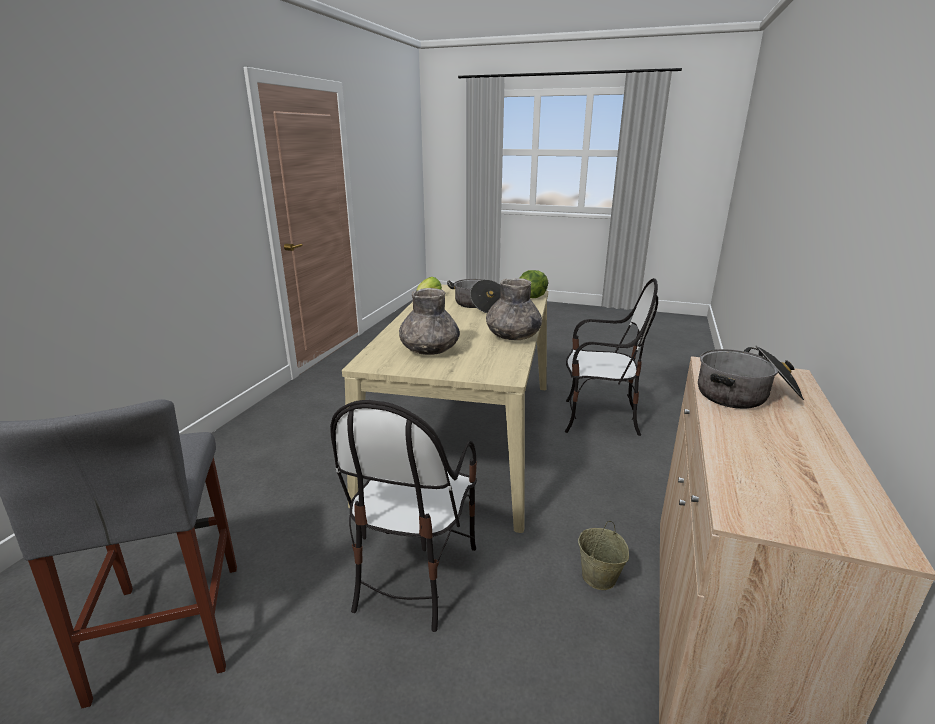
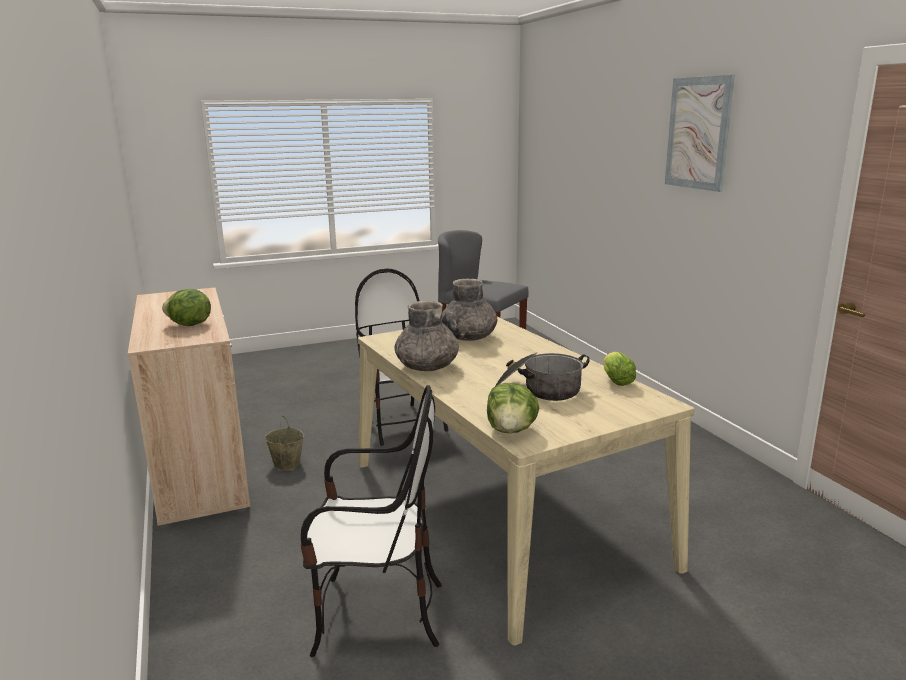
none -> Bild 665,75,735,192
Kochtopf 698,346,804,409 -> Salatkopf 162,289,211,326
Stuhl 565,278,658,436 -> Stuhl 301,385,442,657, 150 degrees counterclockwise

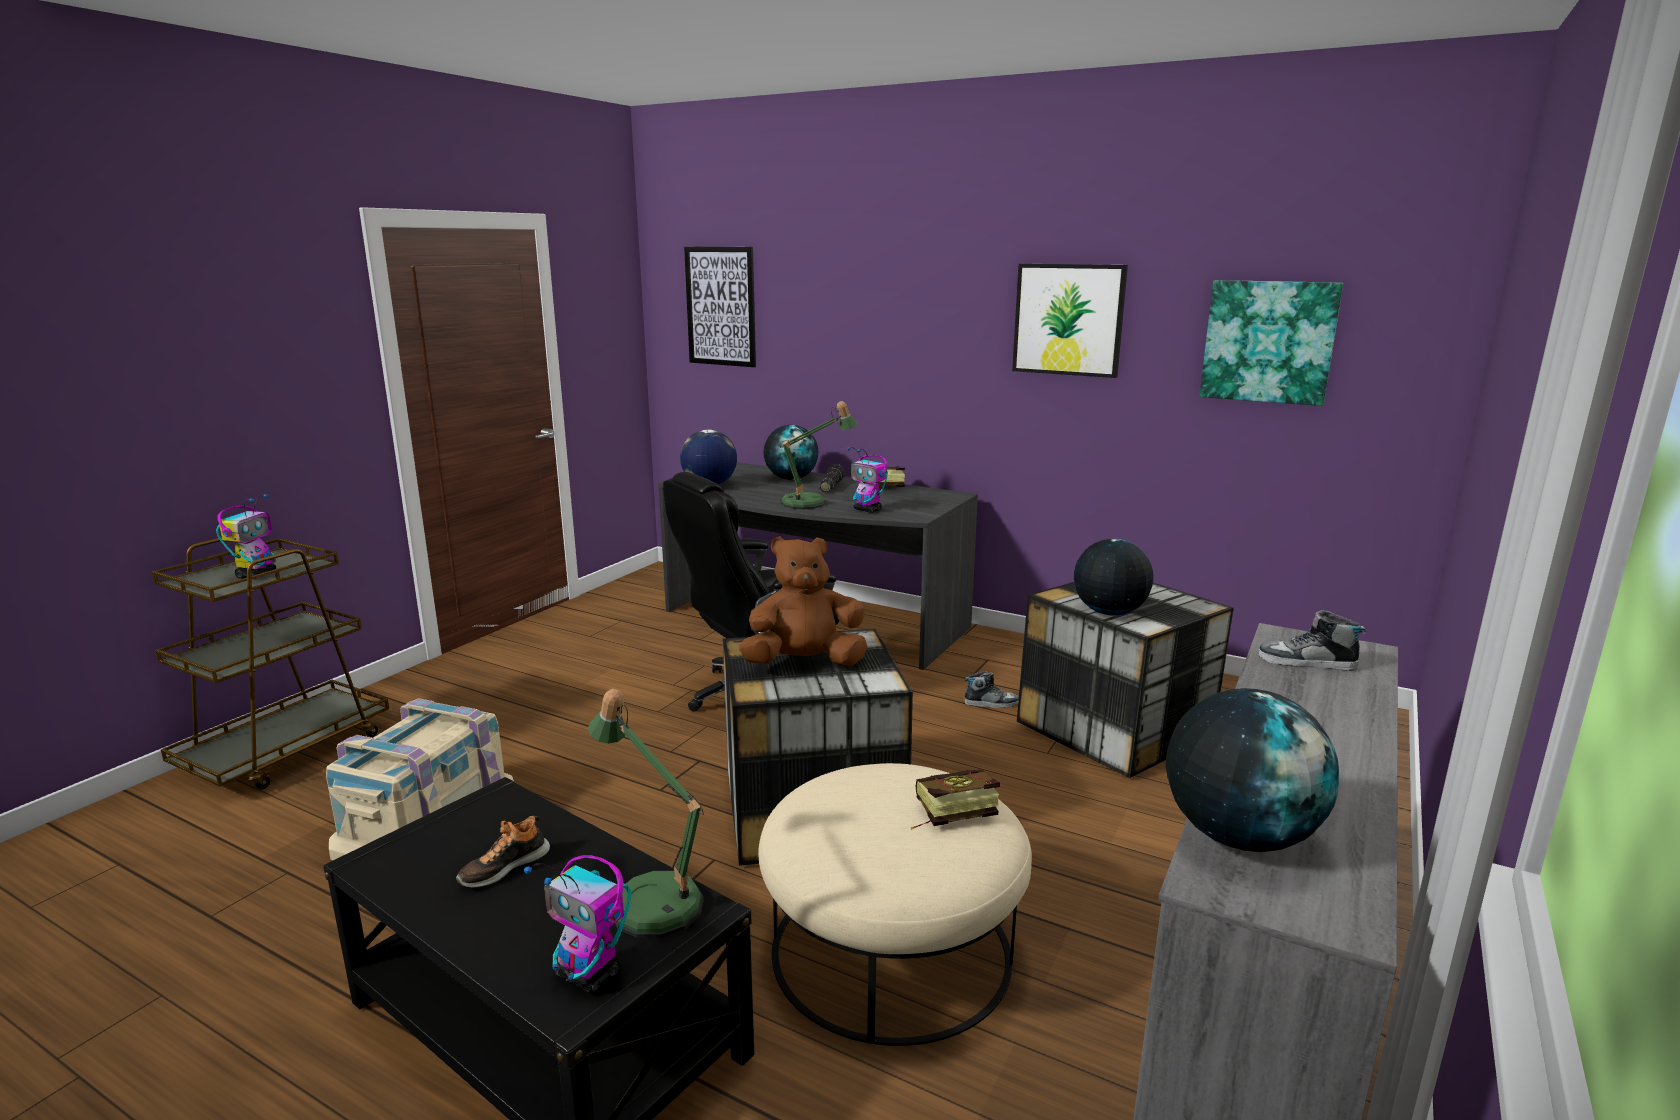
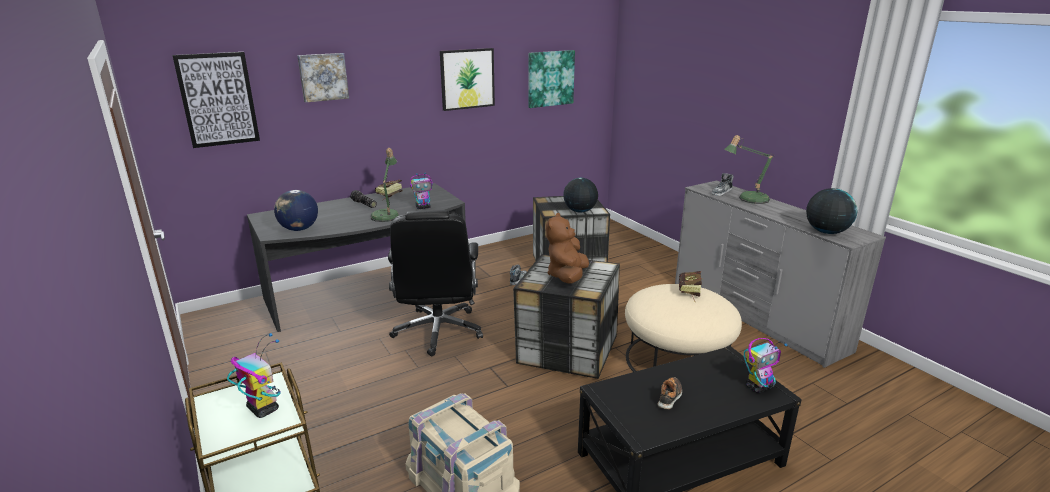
Globus 764,425,818,480 -> none
none -> Bild 297,53,349,102
Tischlampe 588,688,704,938 -> Tischlampe 724,135,774,204, relocated
Schuh 456,816,550,888 -> Schuh 658,377,682,409, 135 degrees counterclockwise

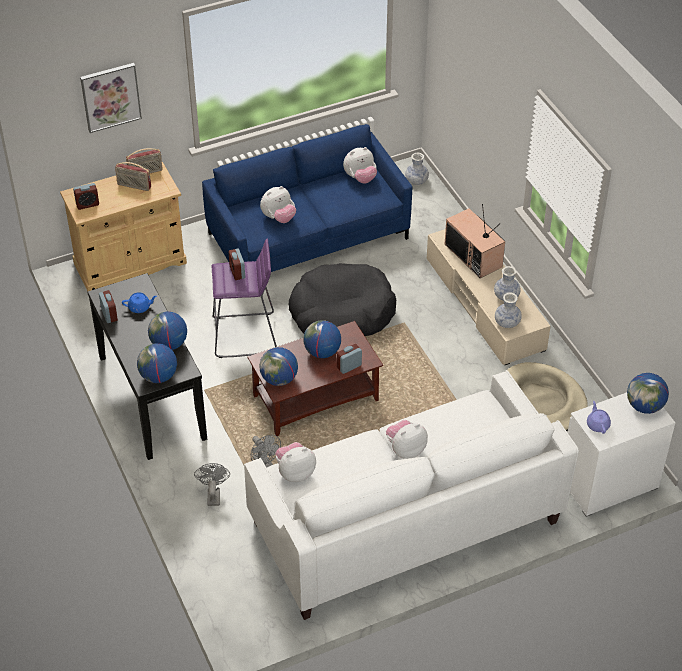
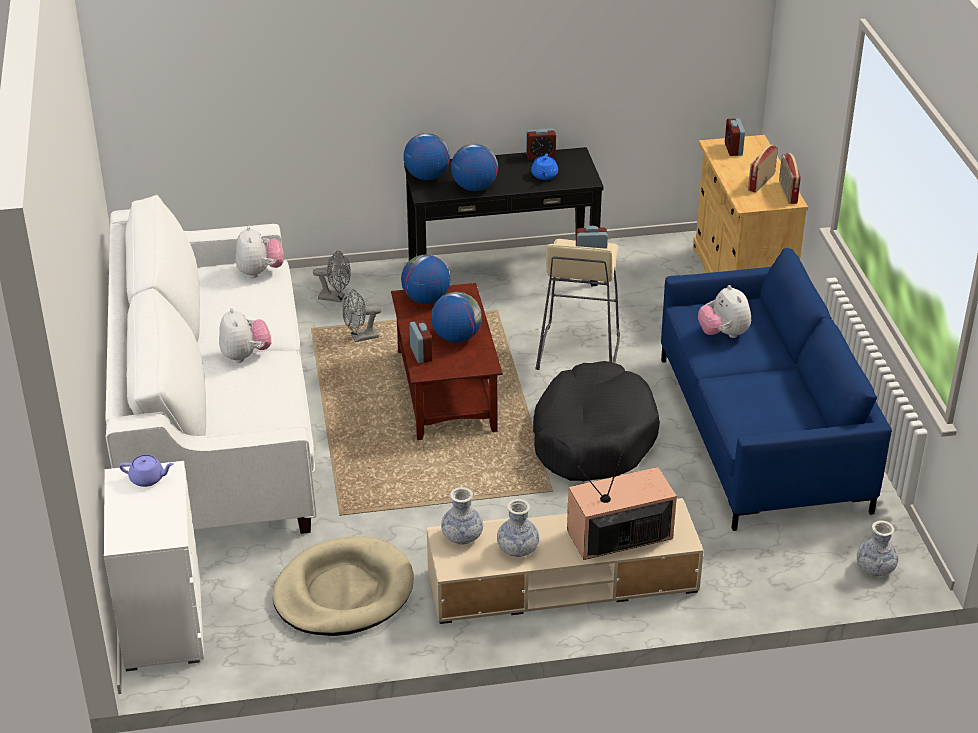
Bild 80,63,142,133 -> none
Plüschtier 343,147,377,183 -> none
Globus 627,373,669,414 -> none
Hocker [lila] 212,239,277,358 -> Hocker [beige] 535,239,620,370

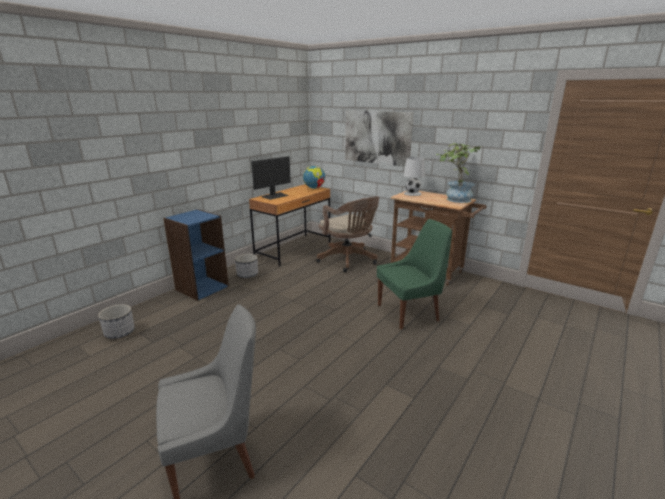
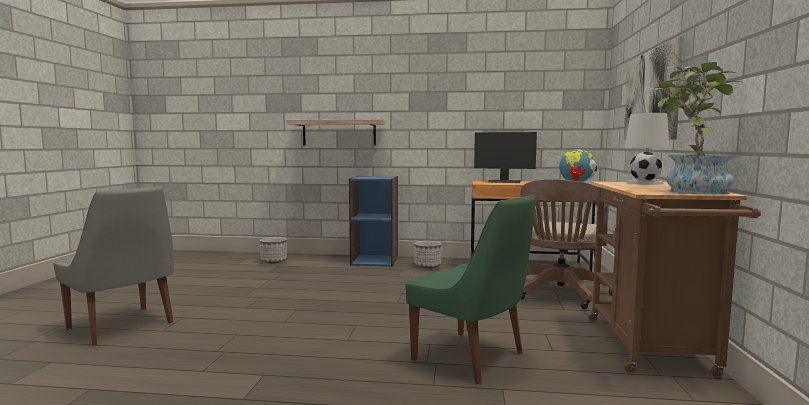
none -> Wandregal 286,119,385,145

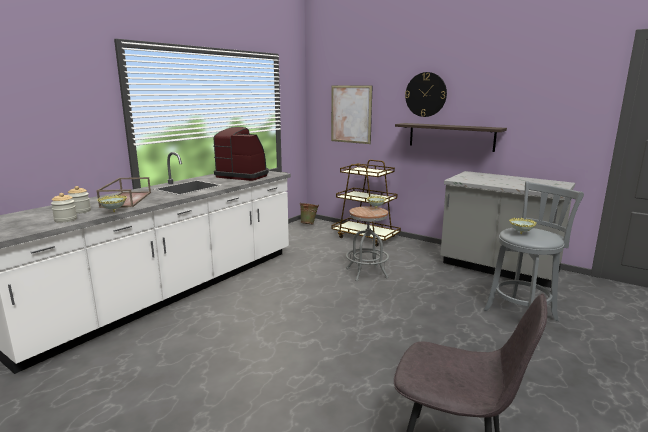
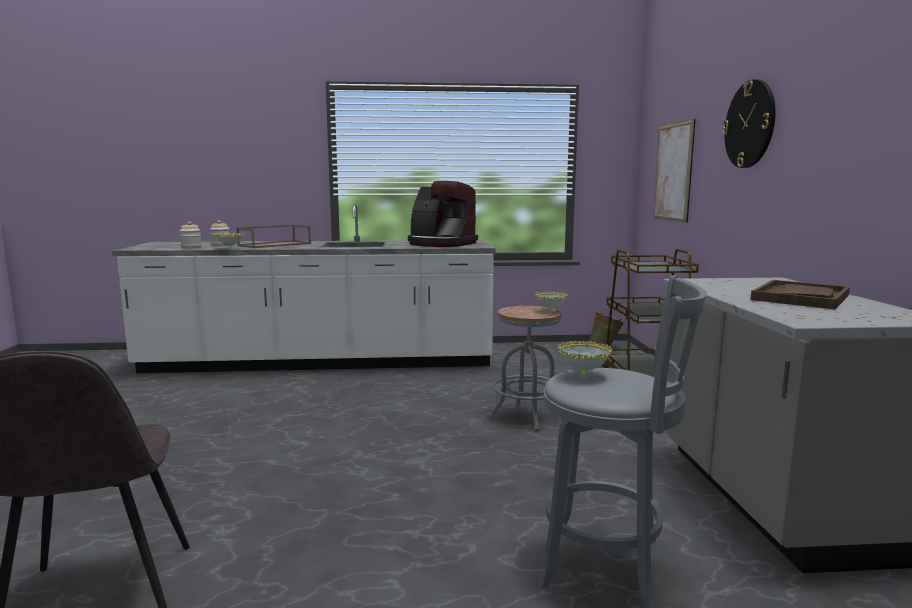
Wandregal 395,123,507,152 -> none
none -> Tablett [braun] 751,280,850,309
Kaffeemaschine 213,127,269,181 -> Kaffeemaschine 408,181,478,247, 135 degrees clockwise

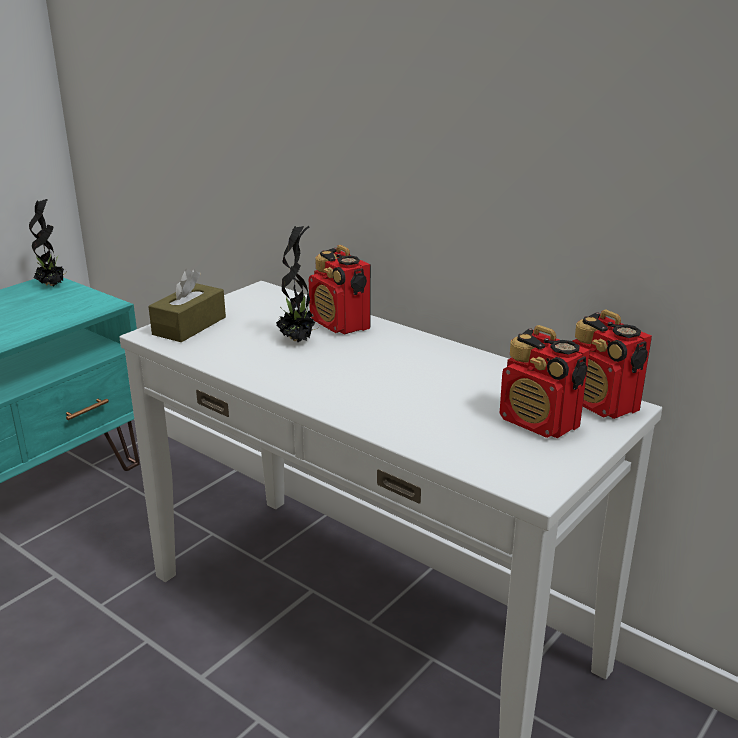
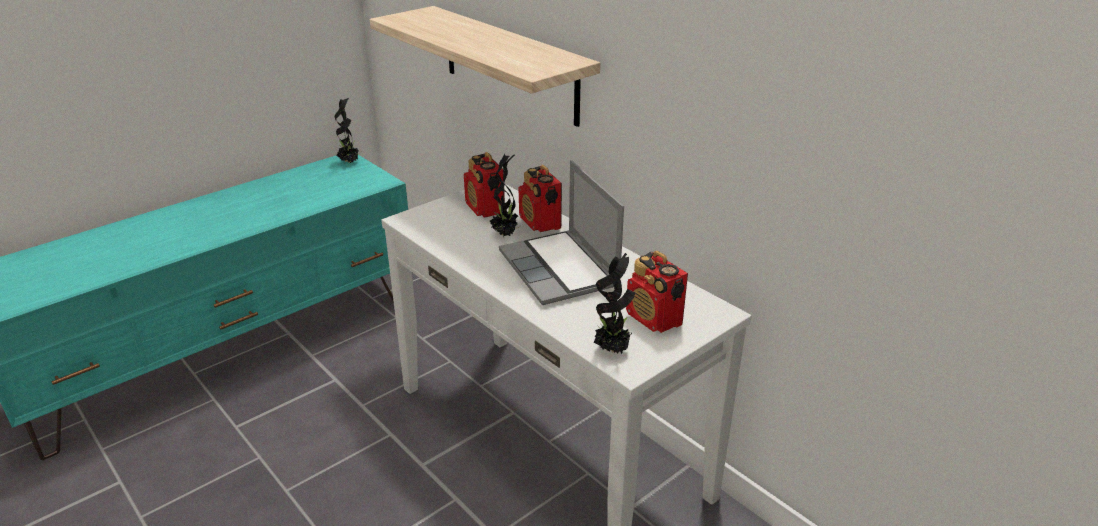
Taschentuchbox [braun] 148,269,226,342 -> none
none -> Wandregal 370,6,600,127
none -> Laptop 499,160,624,305
none -> Topfpflanze 594,253,635,354
Radio 572,309,652,419 -> Radio 464,152,505,218, relocated

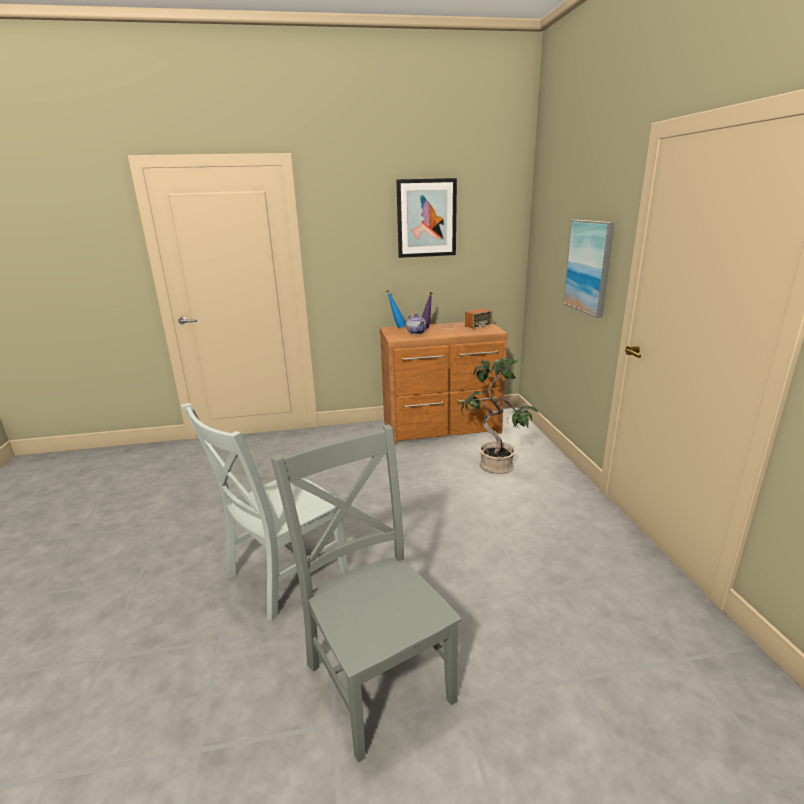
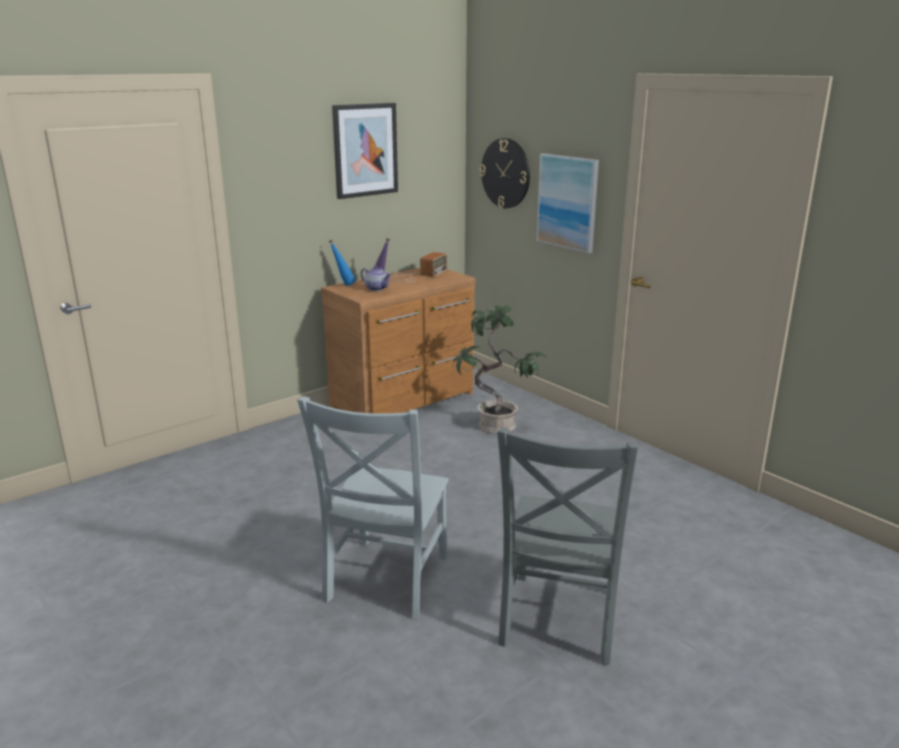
none -> Wanduhr 480,138,530,208
Stuhl [grau] 270,425,462,762 -> Stuhl [grau] 497,427,638,665, 105 degrees counterclockwise

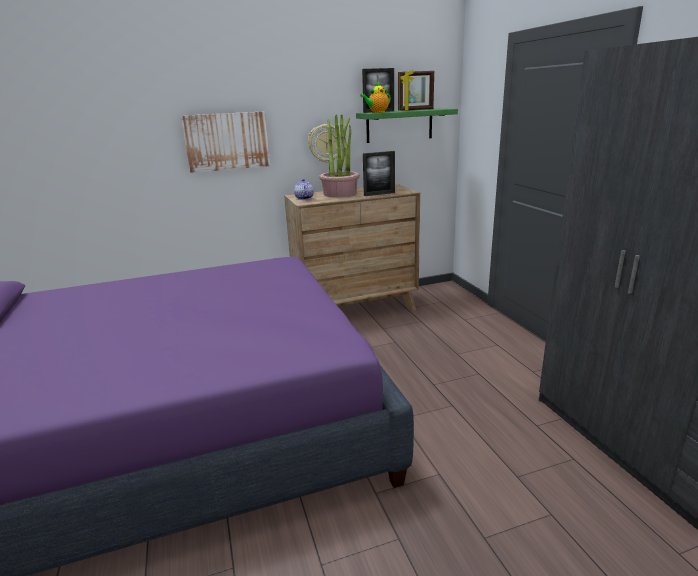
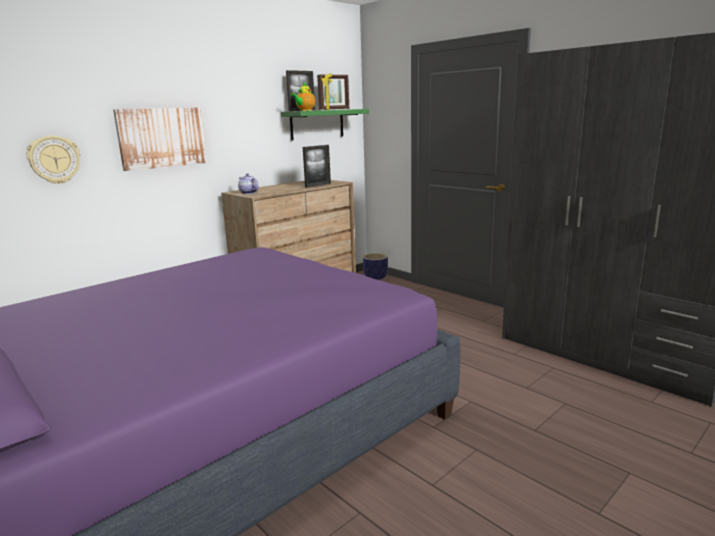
Topfpflanze 319,114,360,197 -> none
none -> Pflanzkübel 363,253,388,280
Wanduhr 308,124,343,163 -> Wanduhr 27,136,80,184, relocated

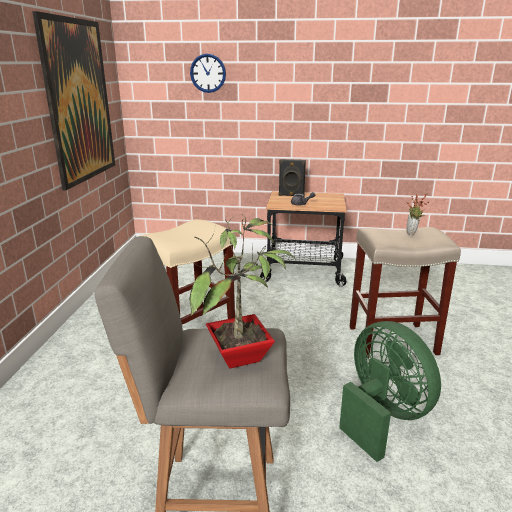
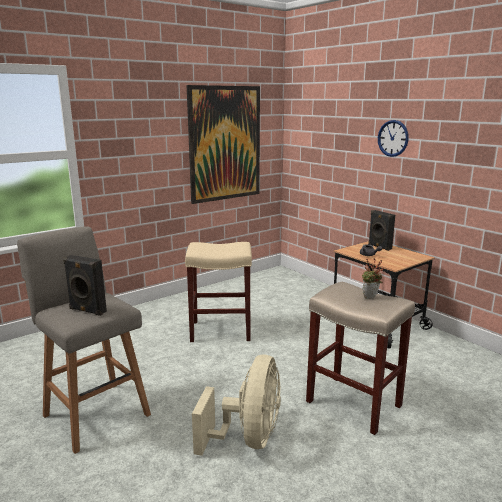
Wanduhr 190,54,226,93 -> Wanduhr 378,120,409,157, relocated
Topfpflanze 189,213,296,369 -> Lautsprecher [schwarz] 63,255,107,316
Ventilator [grün] 339,321,441,462 -> Ventilator [beige] 192,355,281,456

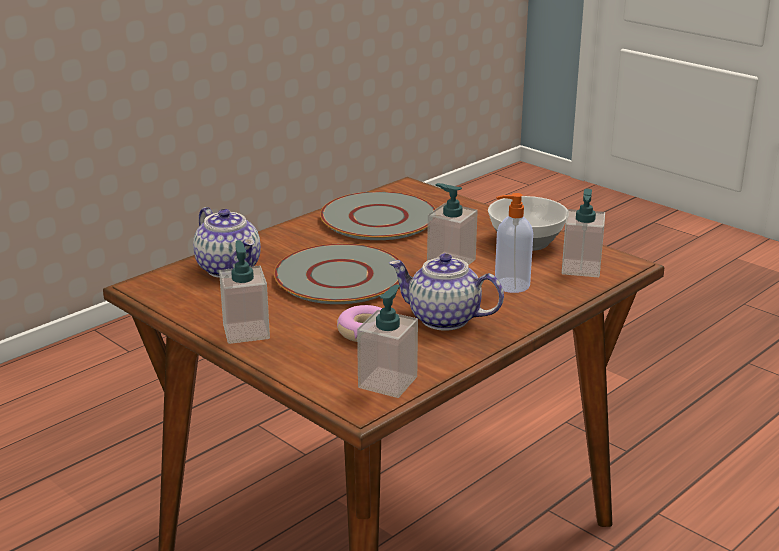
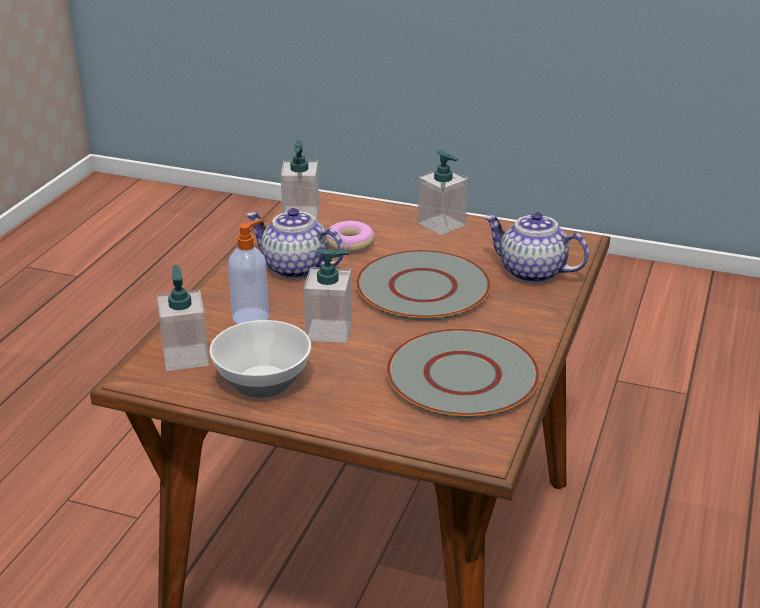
Teekanne 389,253,504,331 -> Teekanne 246,208,344,279, 150 degrees counterclockwise

